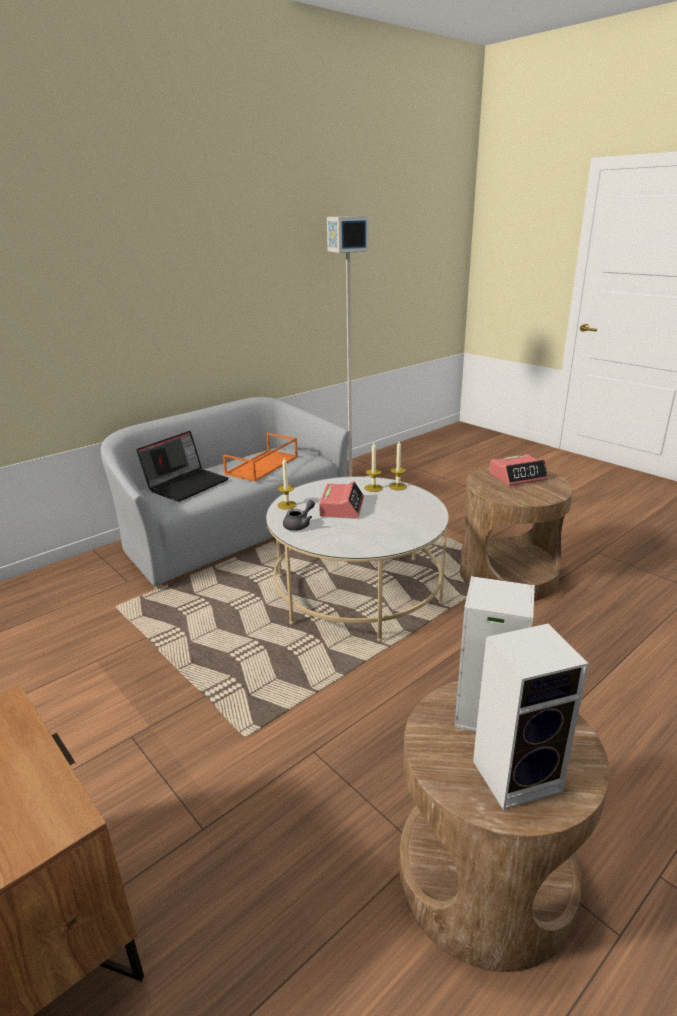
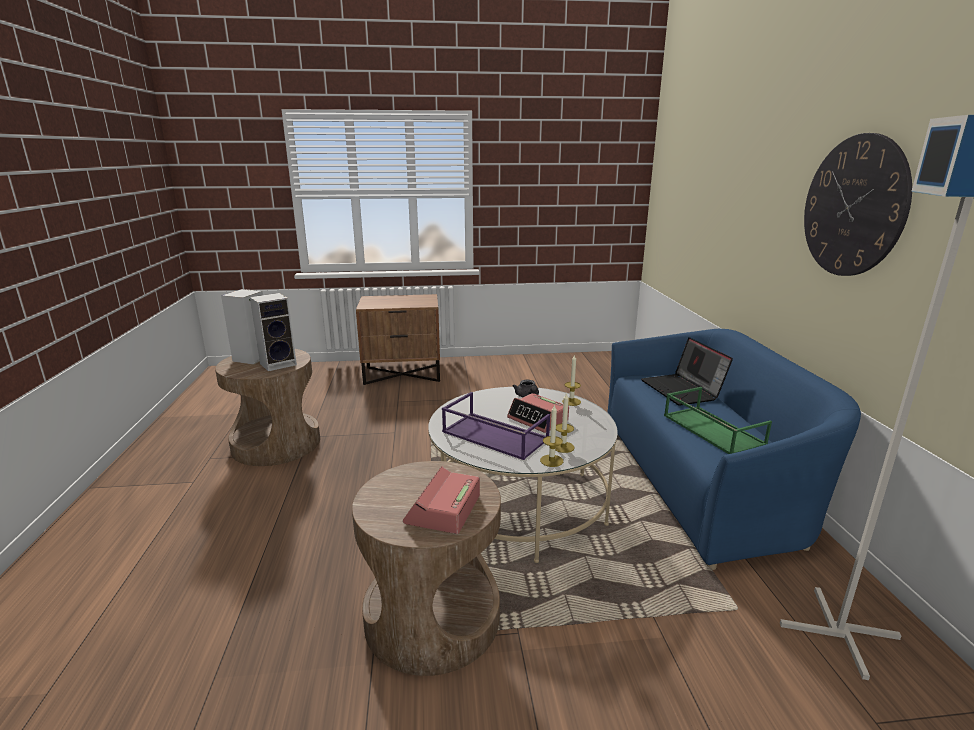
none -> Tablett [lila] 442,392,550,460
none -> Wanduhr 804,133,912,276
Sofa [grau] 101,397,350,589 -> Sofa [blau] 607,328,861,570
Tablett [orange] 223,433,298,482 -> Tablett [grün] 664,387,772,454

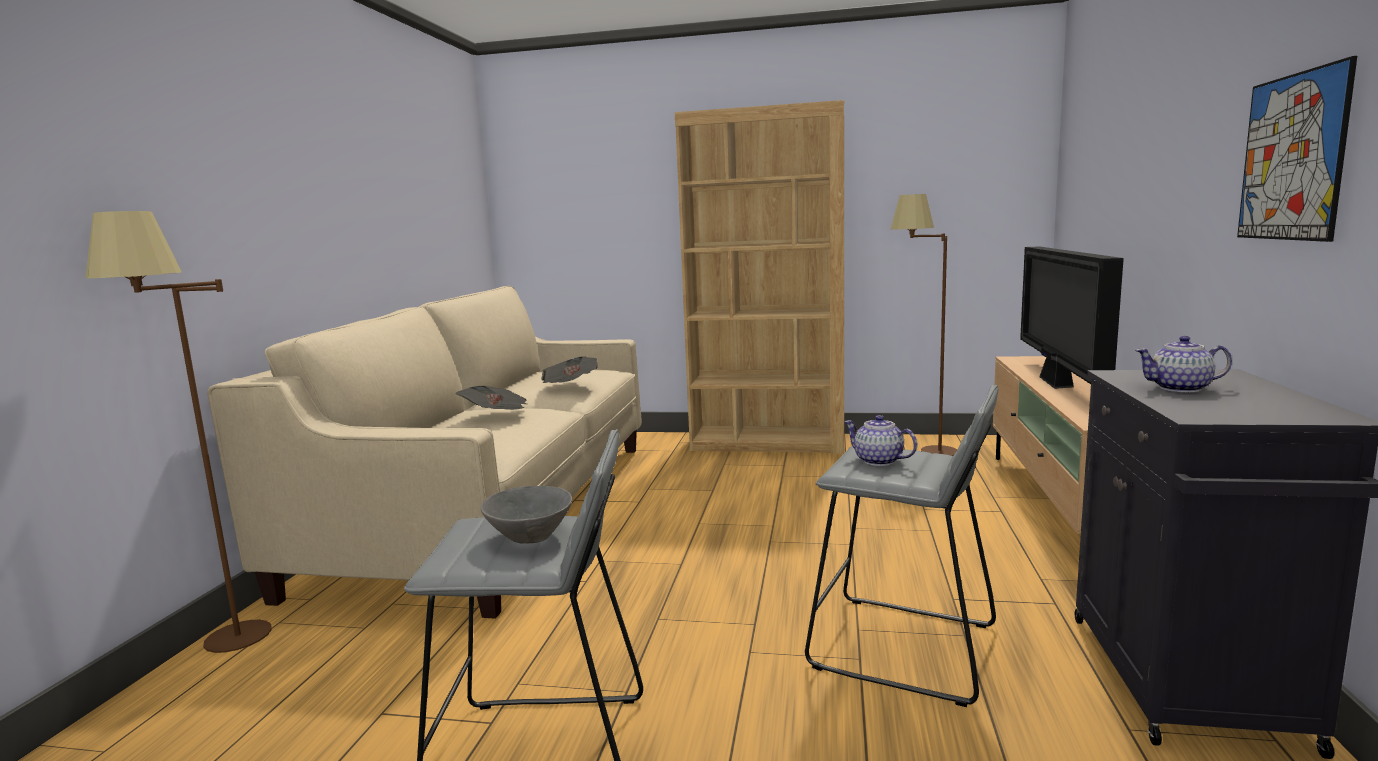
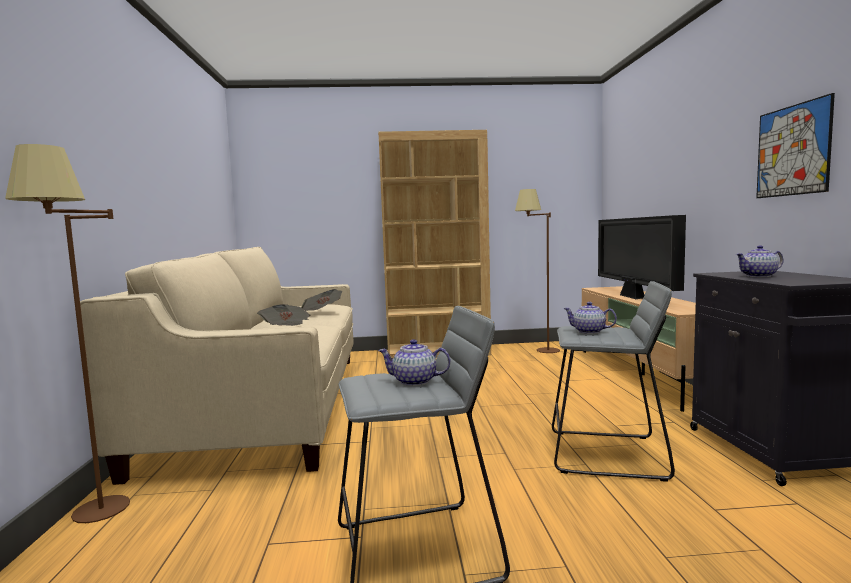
Schüssel [grau] 481,486,572,544 -> Teekanne 378,339,451,386

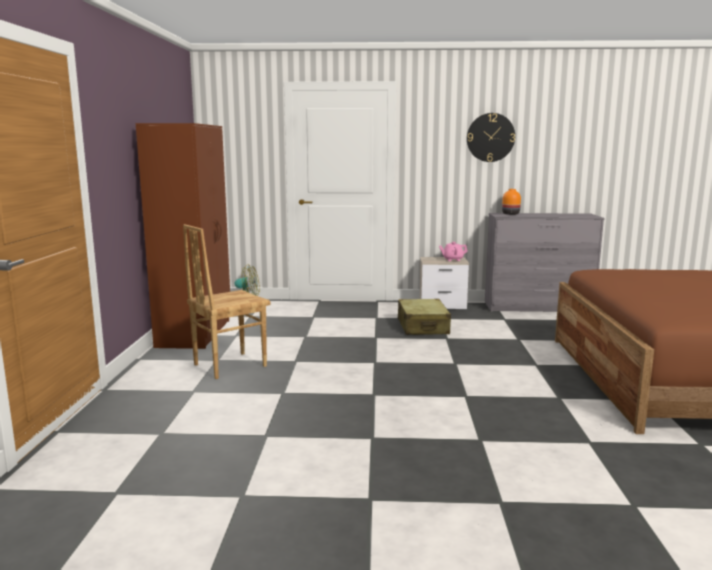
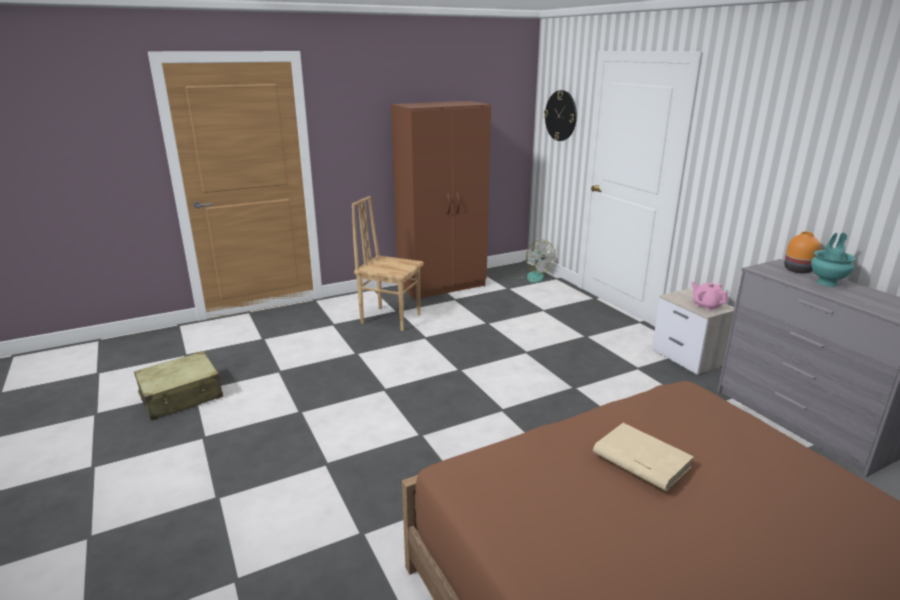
none -> Buch [beige] 593,423,694,491
none -> Vase [türkis] 811,233,856,287
Koffer [beige] 398,299,451,335 -> Koffer [beige] 134,351,223,421, relocated
Wanduhr 467,113,515,162 -> Wanduhr 544,90,577,141, relocated

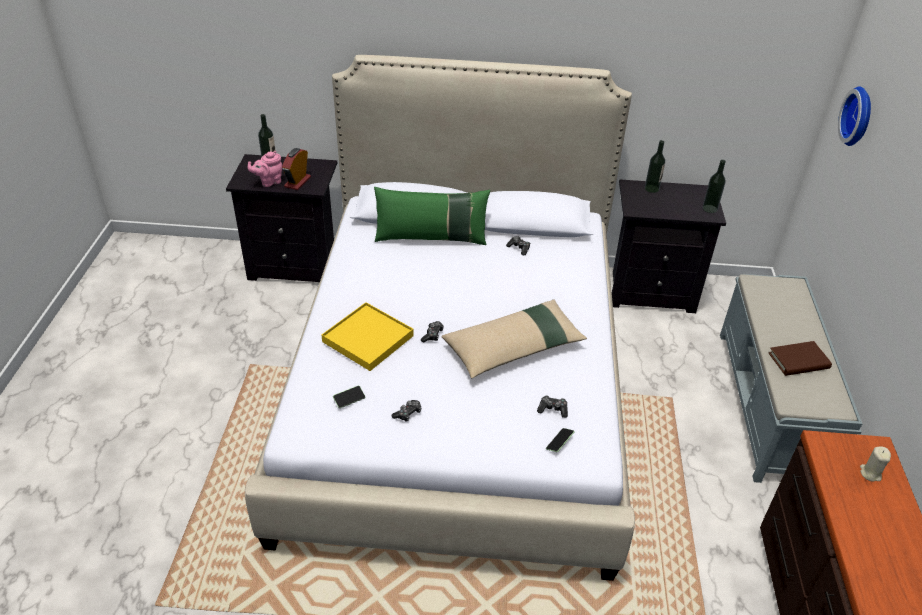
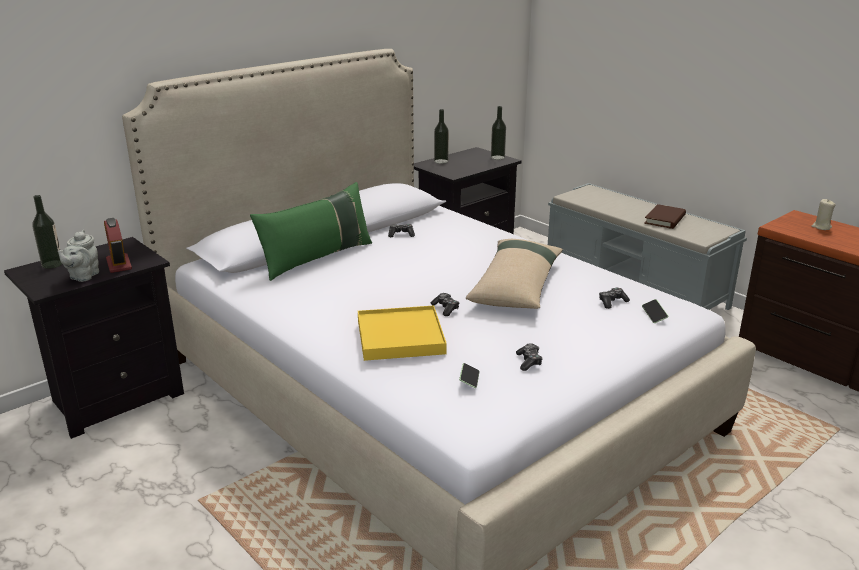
Wanduhr 838,86,871,146 -> none
Teekanne [rosa] 248,151,282,187 -> Teekanne [grau] 58,230,99,282

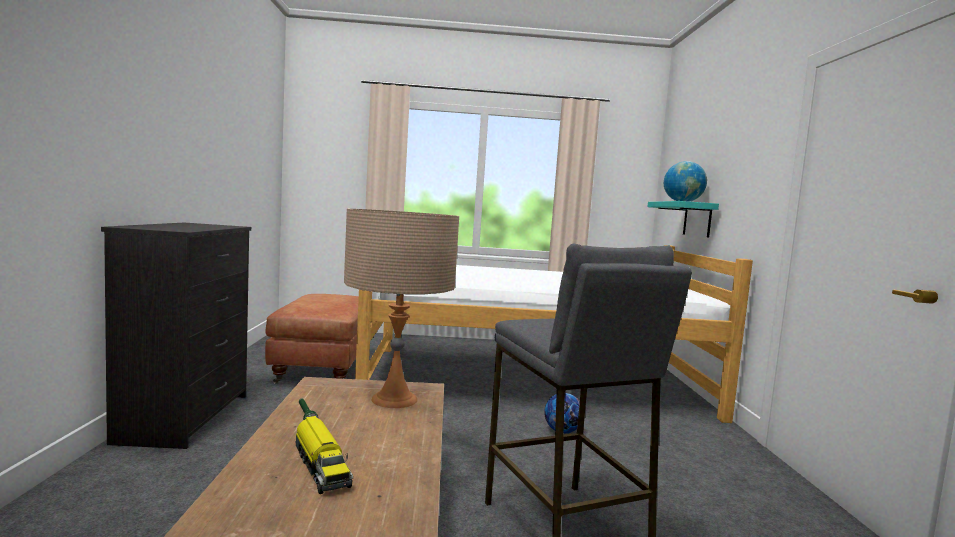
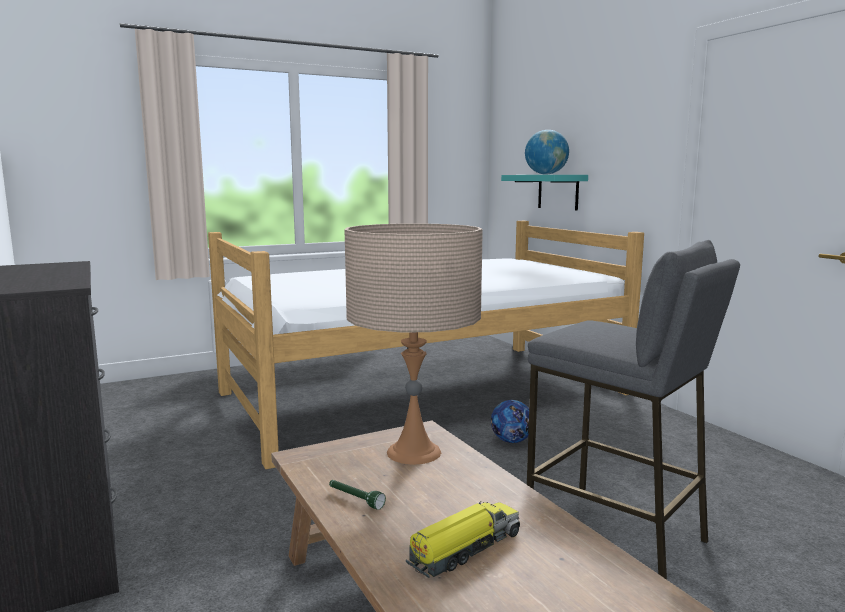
Polsterhocker [braun] 265,294,359,383 -> none
Spielzeuglaster 296,416,353,494 -> Spielzeuglaster 406,502,520,578, 75 degrees counterclockwise

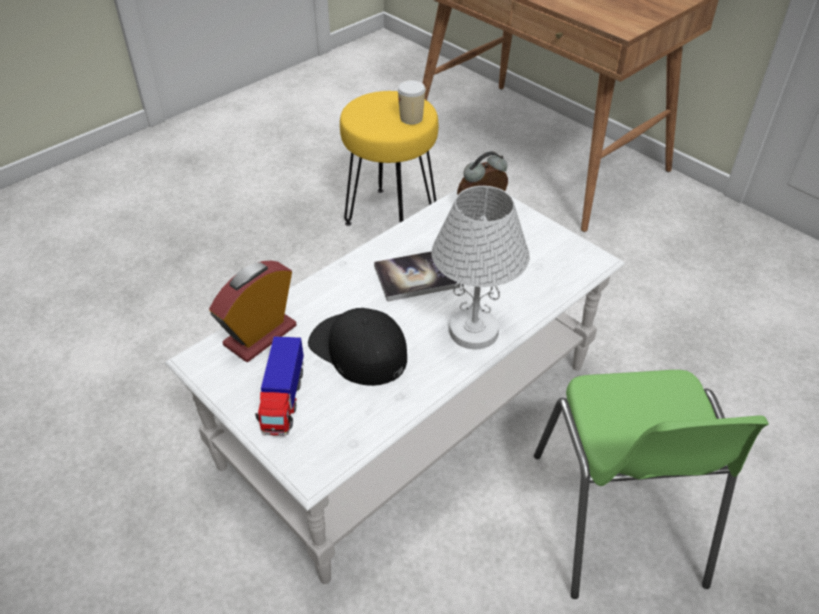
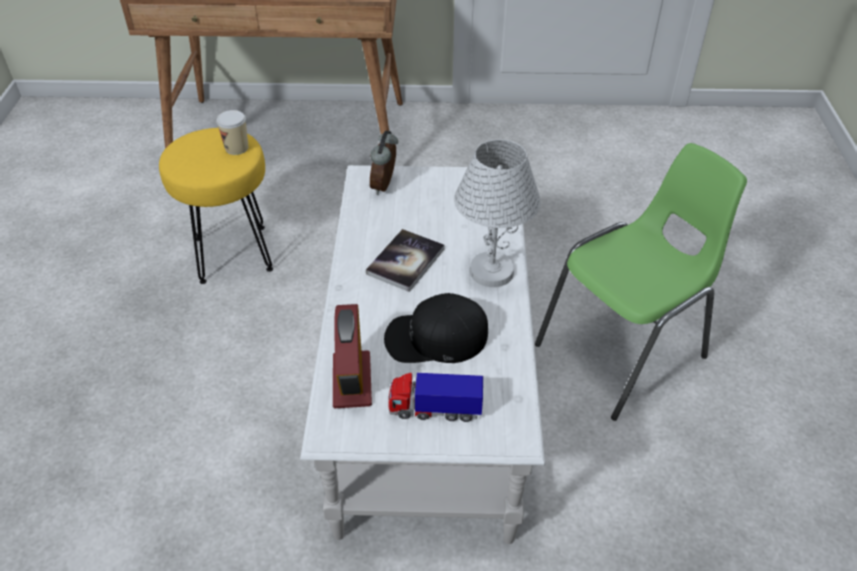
Spielzeuglaster 255,336,304,436 -> Spielzeuglaster 388,373,483,422, 135 degrees clockwise
Stuhl [grün] 534,370,769,599 -> Stuhl [grün] 535,143,747,421, 75 degrees counterclockwise

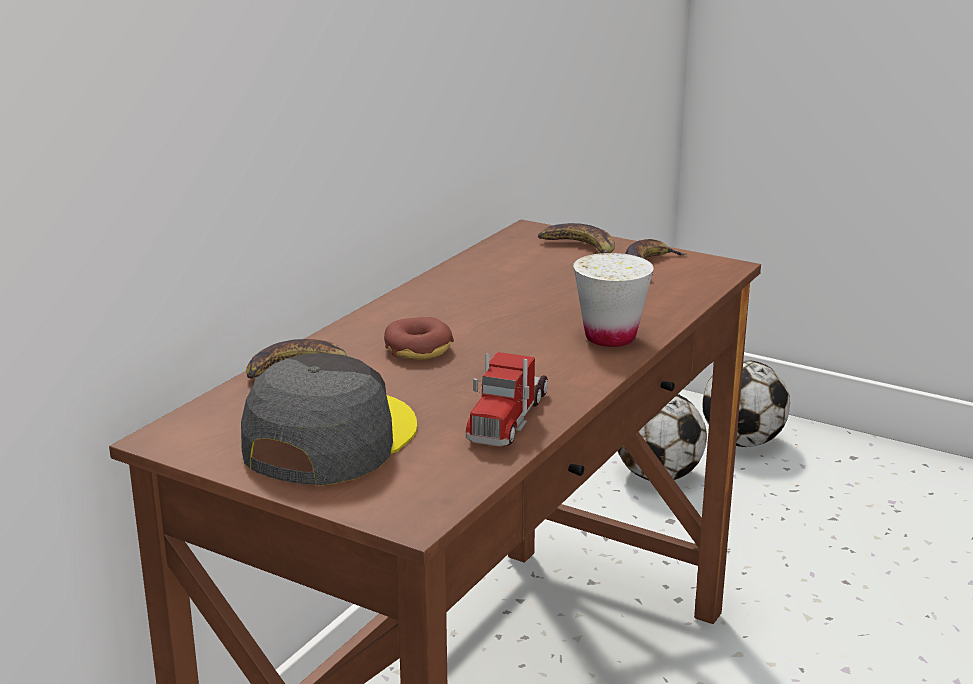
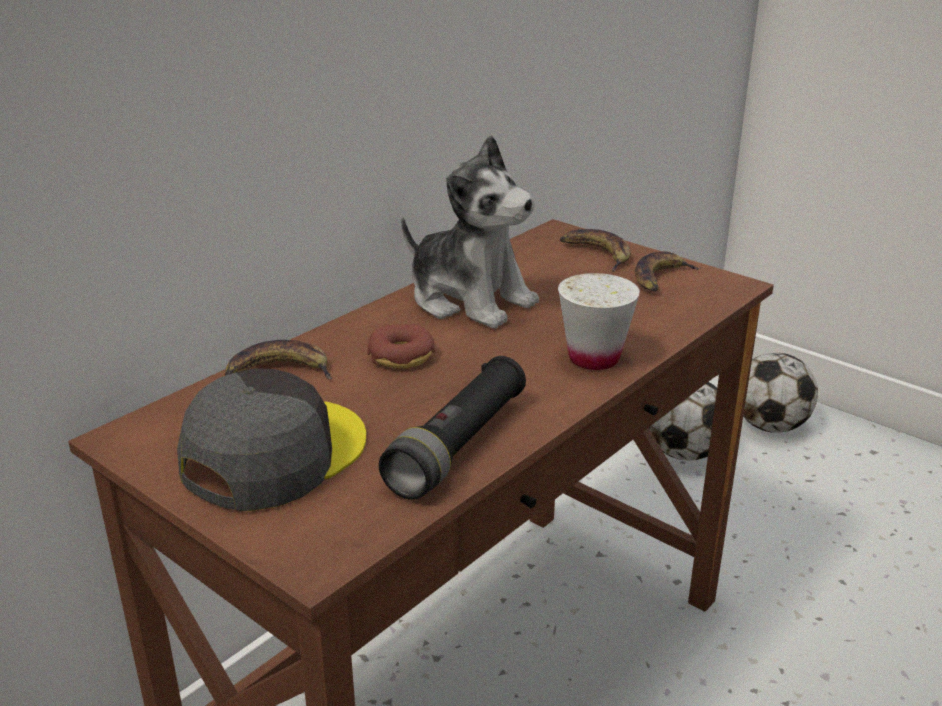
none -> Plüschtier 401,135,539,329
Spielzeuglaster 466,352,548,447 -> Taschenlampe [schwarz] 379,356,526,500

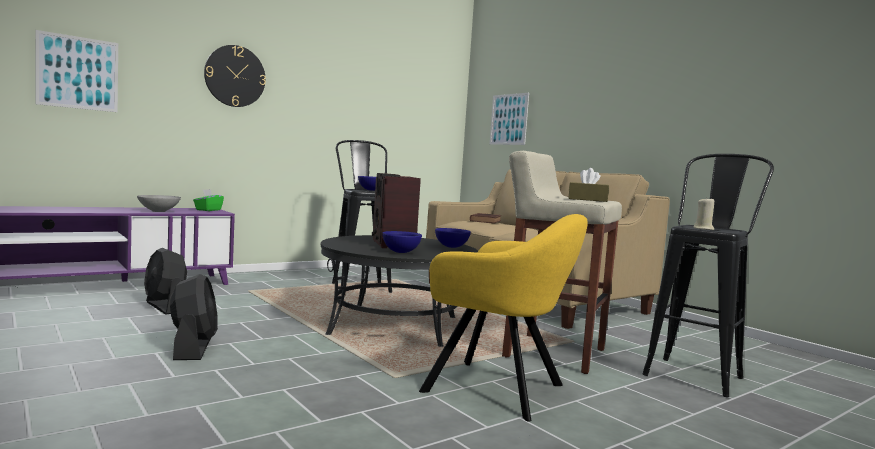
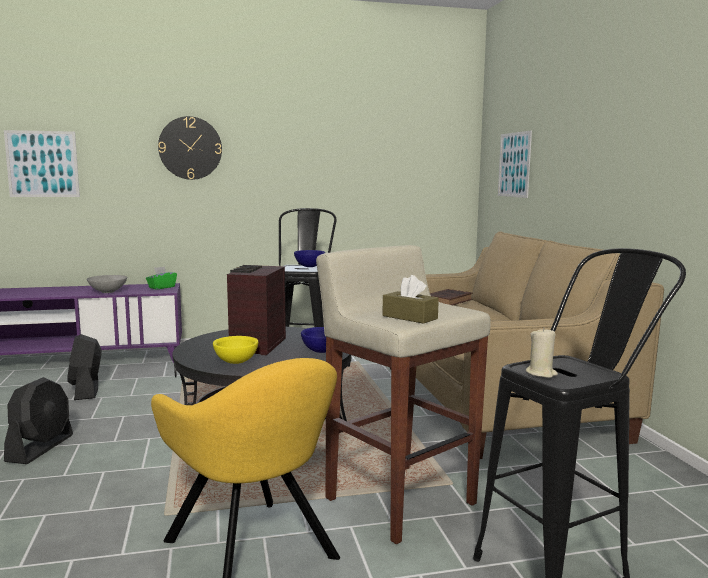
Schüssel [blau] 382,231,422,253 -> Schüssel [gelb] 213,336,258,364

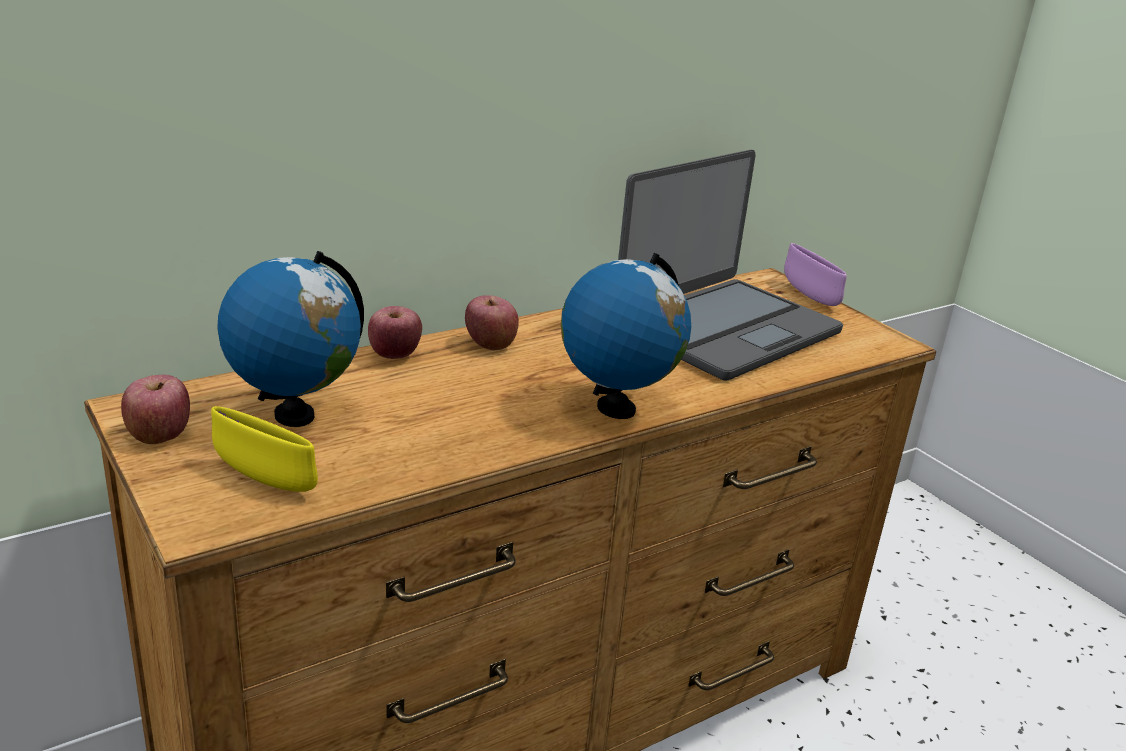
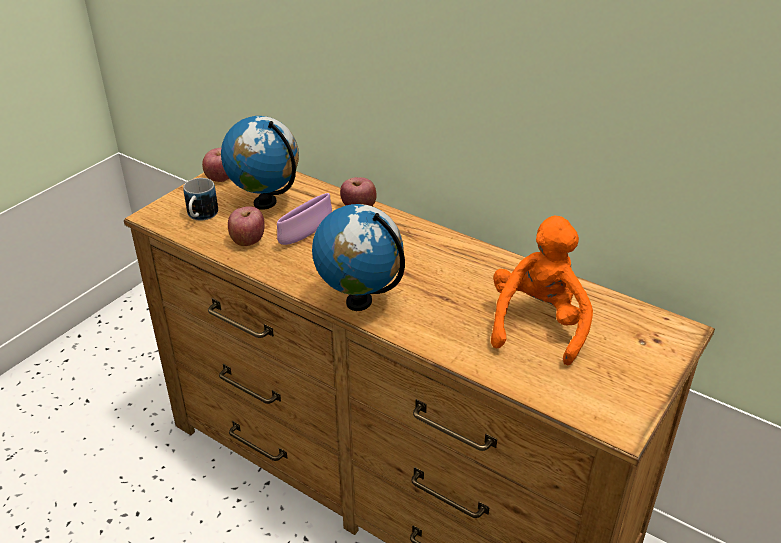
Apfel 465,295,519,350 -> Apfel 228,206,265,246, relocated
Schüssel [lila] 784,243,847,306 -> Schüssel [lila] 277,193,332,245, relocated
Schüssel [gelb] 211,406,318,492 -> Henkelbecher 183,178,218,221
Laptop 618,150,843,381 -> Plüschtier [orange] 491,216,593,365

